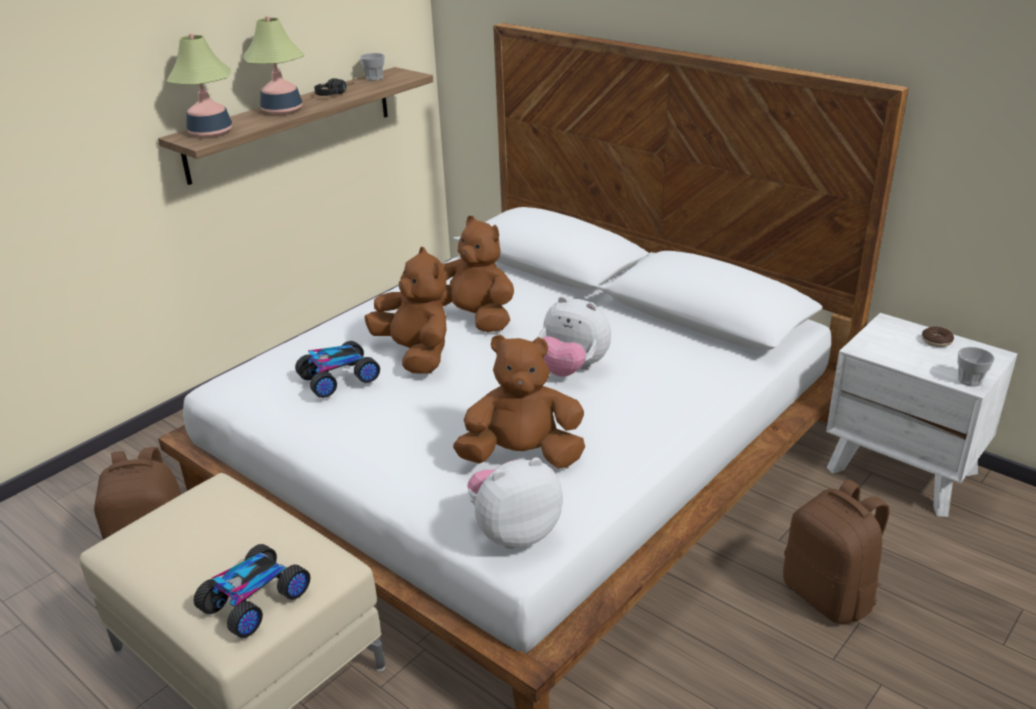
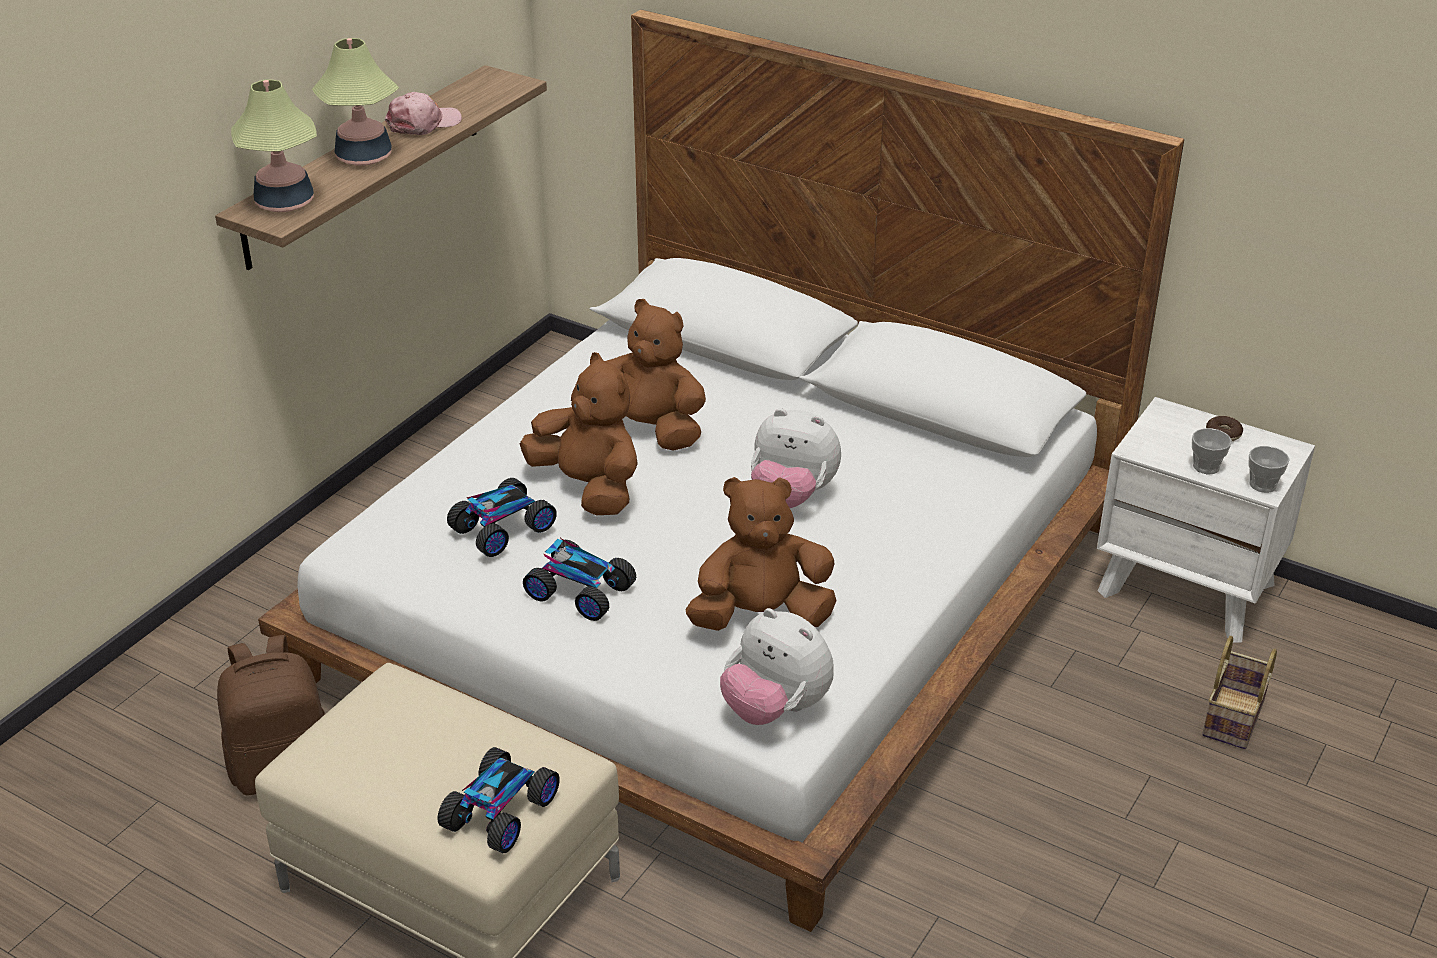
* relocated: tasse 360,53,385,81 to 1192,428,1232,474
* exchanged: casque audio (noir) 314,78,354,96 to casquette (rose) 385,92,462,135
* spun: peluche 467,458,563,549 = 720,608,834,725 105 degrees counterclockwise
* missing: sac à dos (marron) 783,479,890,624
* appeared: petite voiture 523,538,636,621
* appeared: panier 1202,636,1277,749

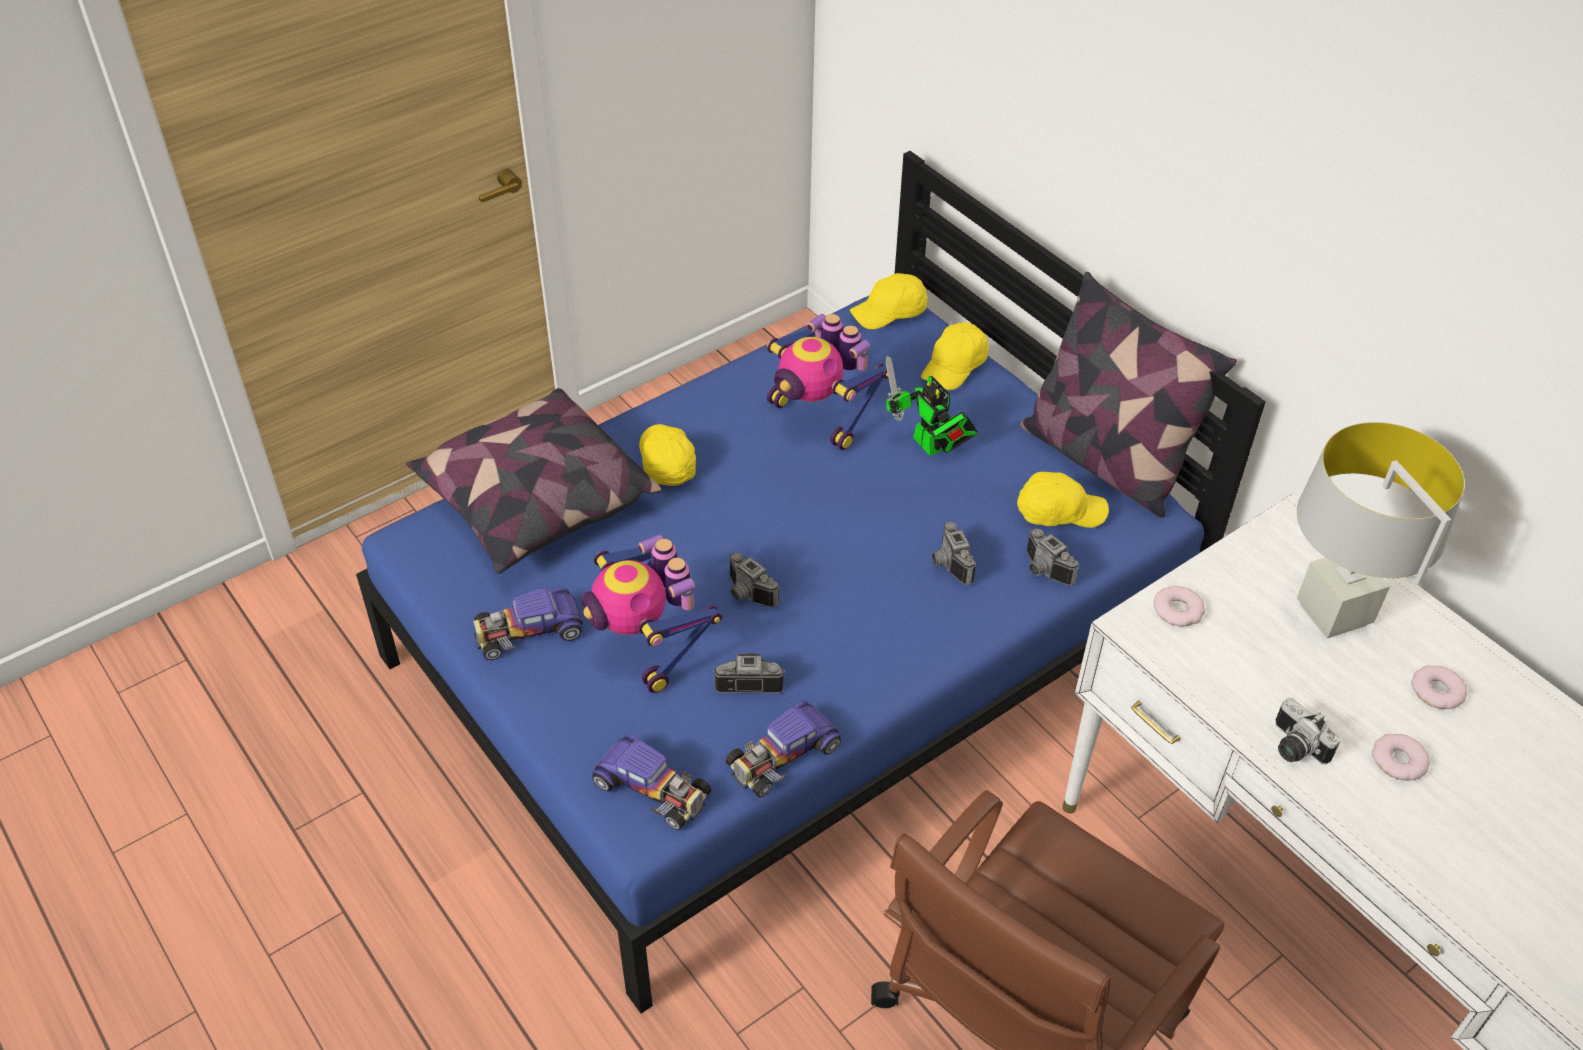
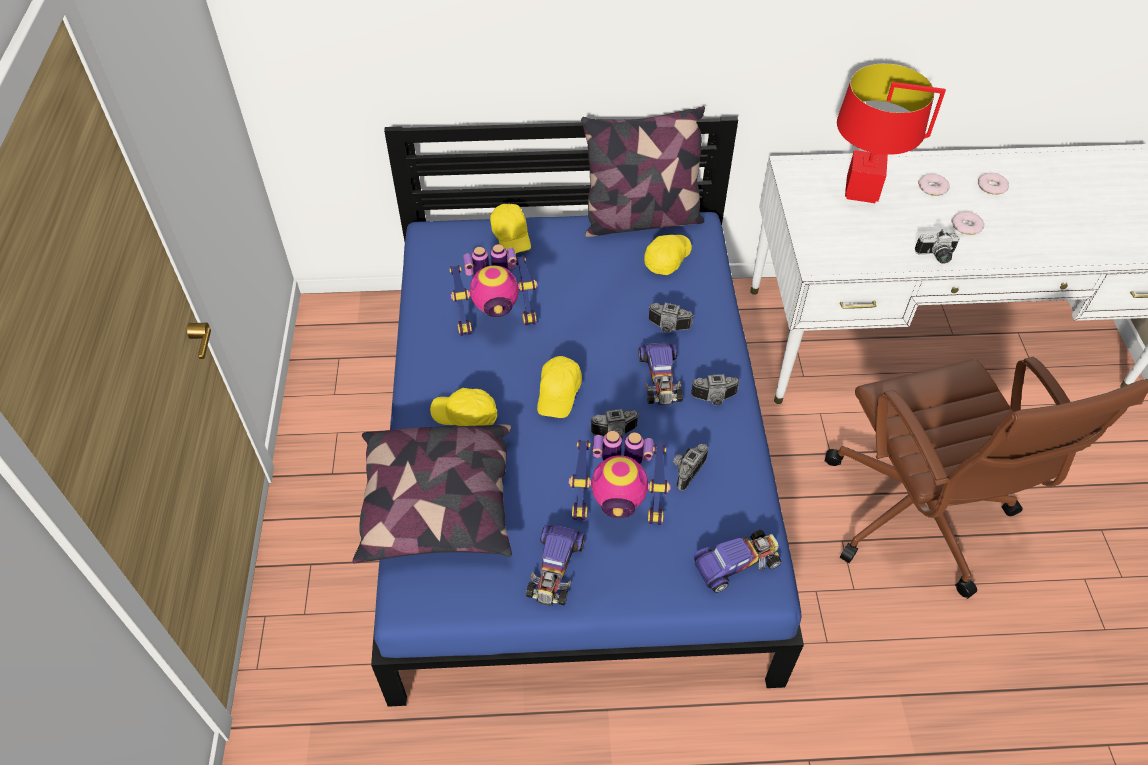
* relocated: casquette (jaune) 850,273,928,330 to 537,356,582,418
* missing: robot jouet 885,356,978,456
* colour: lampe de table (gris) 1297,422,1465,638 to lampe de table (rouge) 837,64,946,203
* relocated: appareil photo 1027,528,1079,585 to 691,374,740,405
* relocated: beignet 1154,586,1205,627 to 978,173,1009,195
* relocated: petite voiture 725,701,841,798 to 639,343,683,405

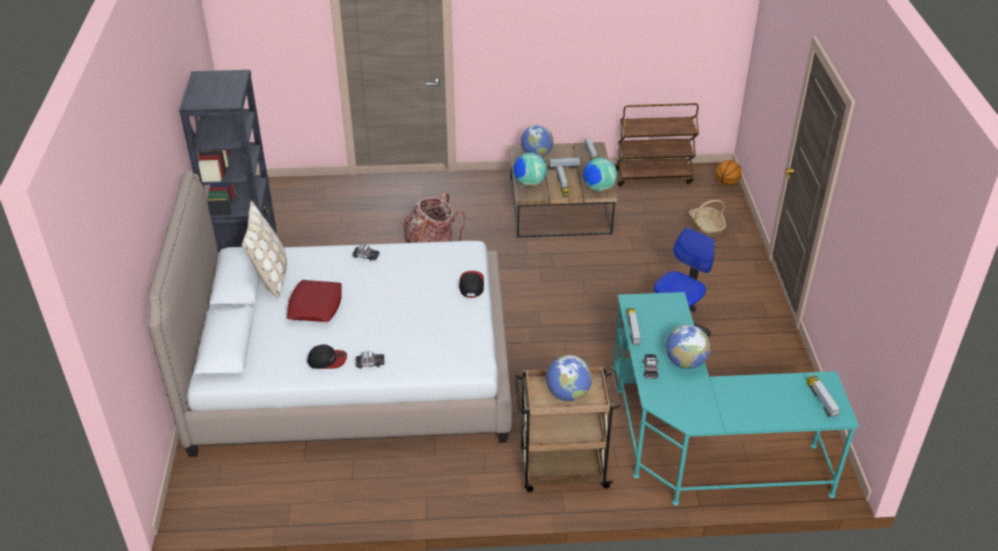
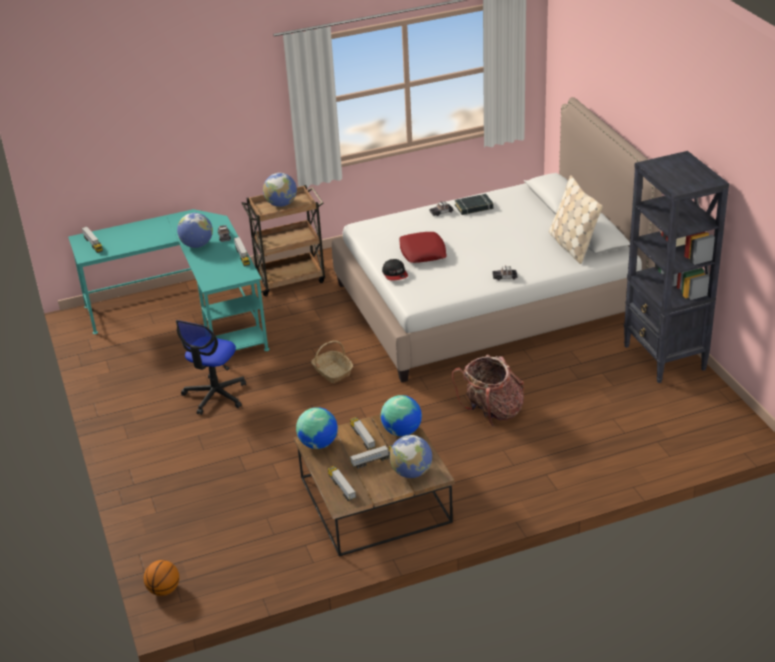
* missing: chariot (marron) 615,103,699,186
* relocated: panier 689,200,726,236 to 311,341,353,383
* relocated: coussin (rouge) 287,280,342,322 to 400,232,447,263
* exchanged: casquette 307,344,347,369 to livre (noir) 455,194,493,215

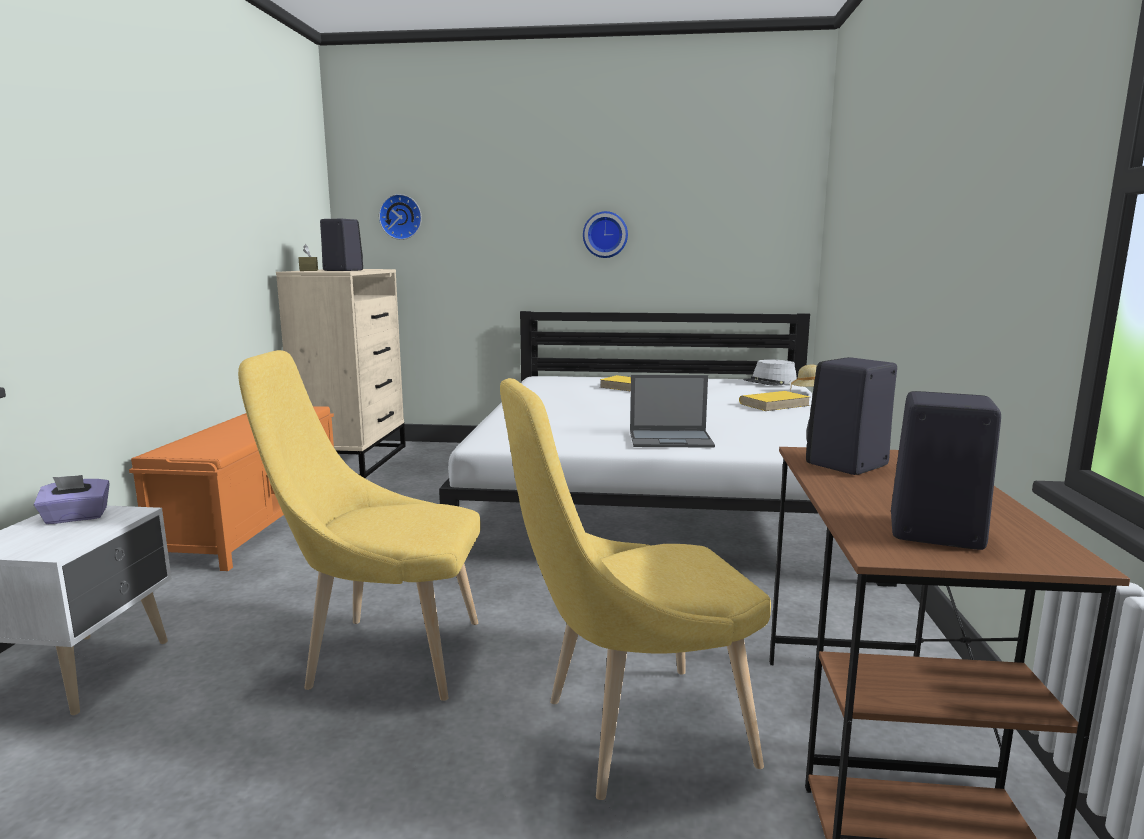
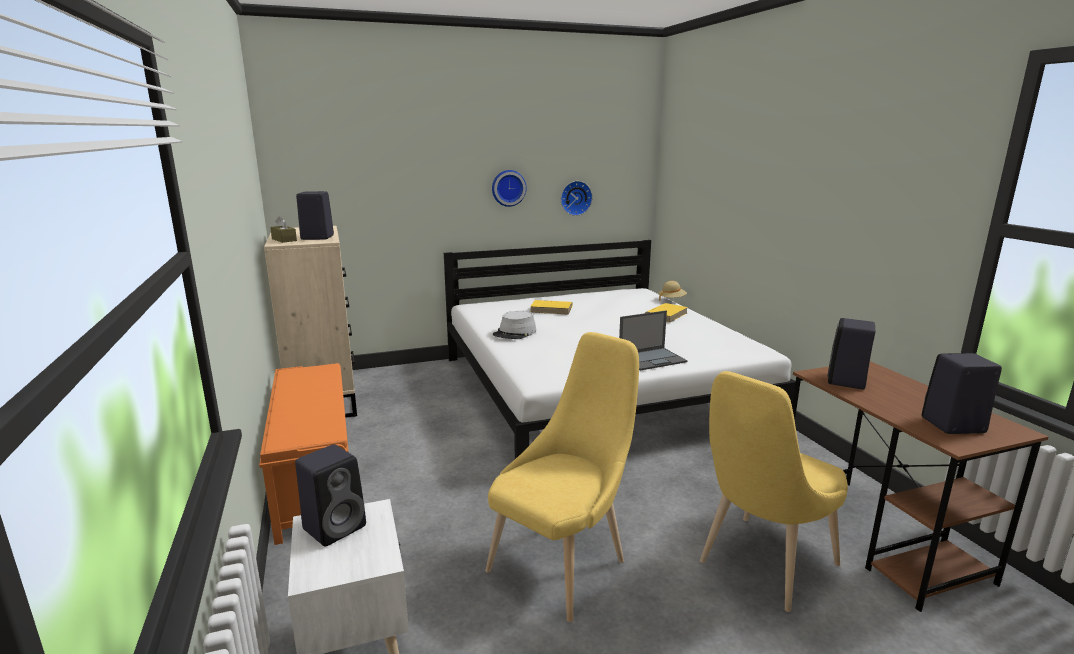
* relocated: horloge murale 379,194,422,240 to 561,181,593,216
* spun: chaise (jaune) 238,350,481,701 = 485,332,639,622 150 degrees clockwise
* relocated: chapeau (gris) 744,360,797,386 to 493,311,536,339
* exchanged: boîte à mouchoirs (violet) 34,475,110,524 to enceinte (noir) 295,444,366,547

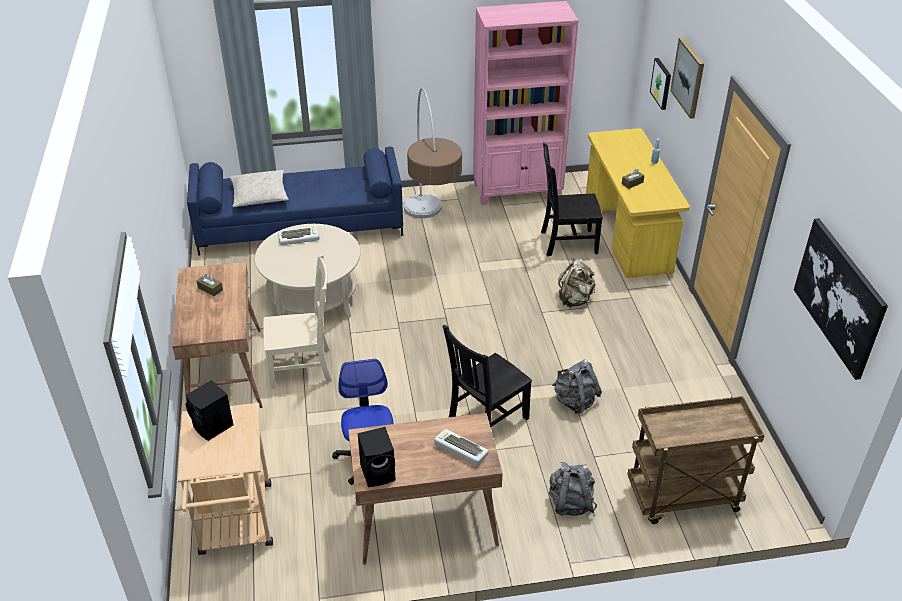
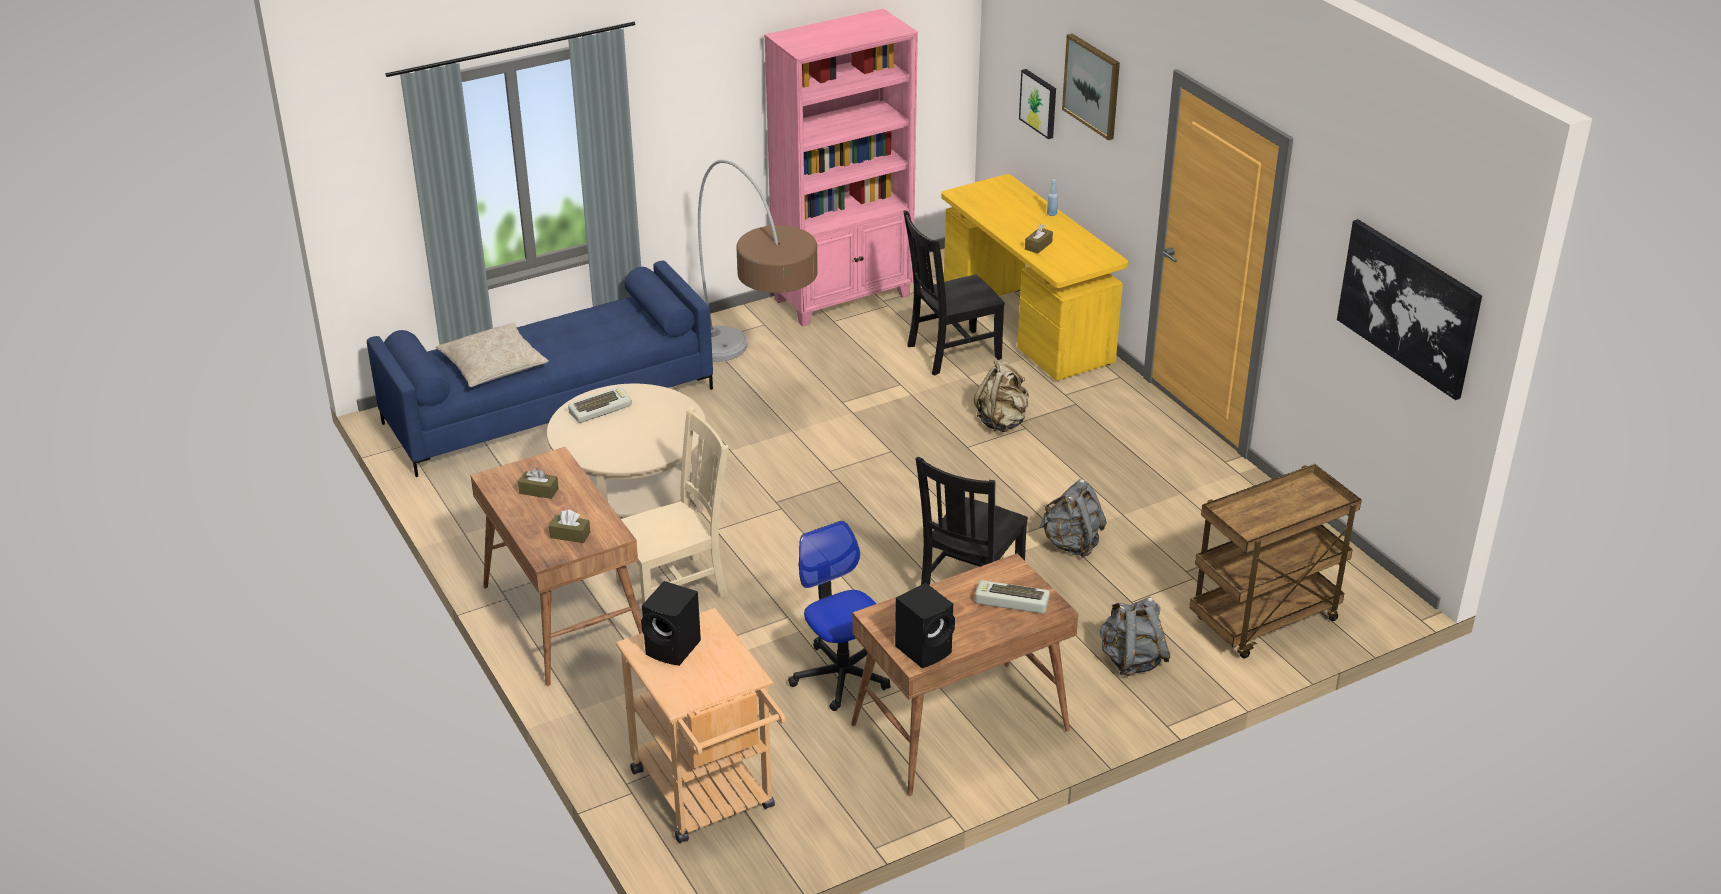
* appeared: boîte à mouchoirs (marron) 549,510,590,543

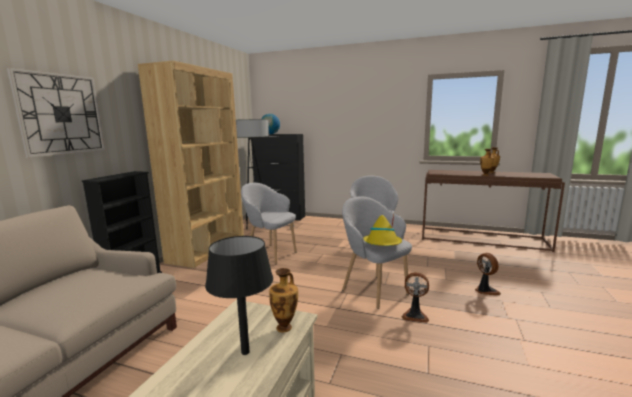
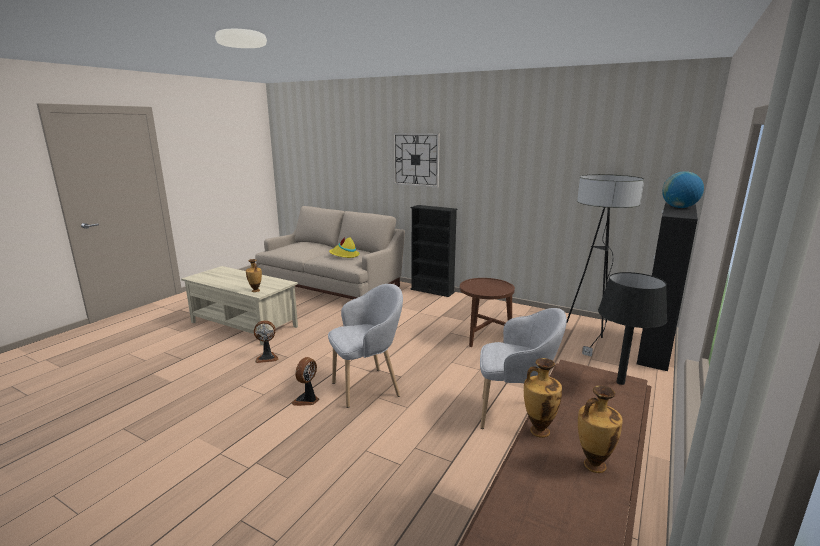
* missing: bibliothèque (marron) 138,61,244,268
* exchanged: fauteuil (gris) 241,183,297,264 to table d'appoint (marron) 460,278,515,347
* relocated: chapeau (jaune) 363,215,402,246 to 329,237,360,258
* relocated: lampe de table (noir) 205,236,273,355 to 598,272,667,385
* relocated: ventilateur 475,253,501,295 to 254,320,278,363

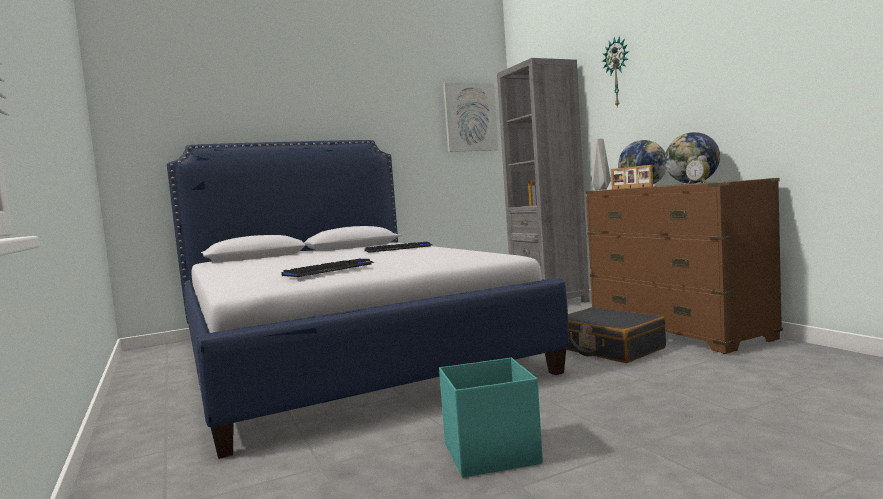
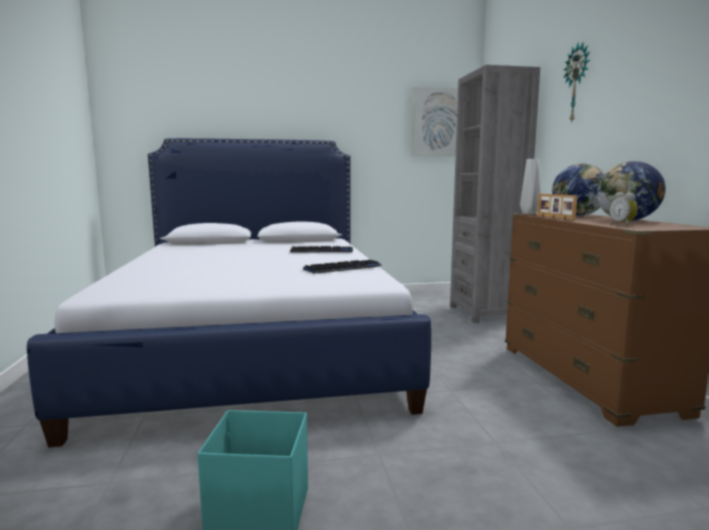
* relocated: clavier 281,259,375,277 to 303,260,382,274
* missing: valise (noir) 566,307,666,363

